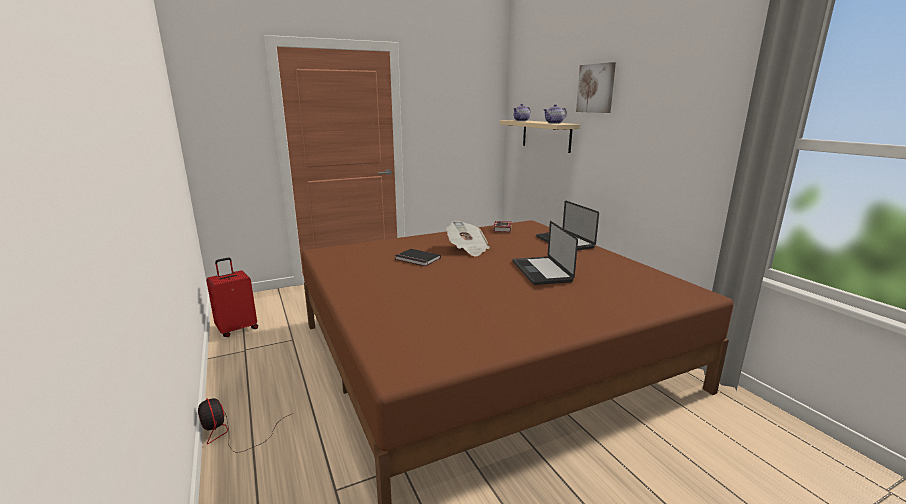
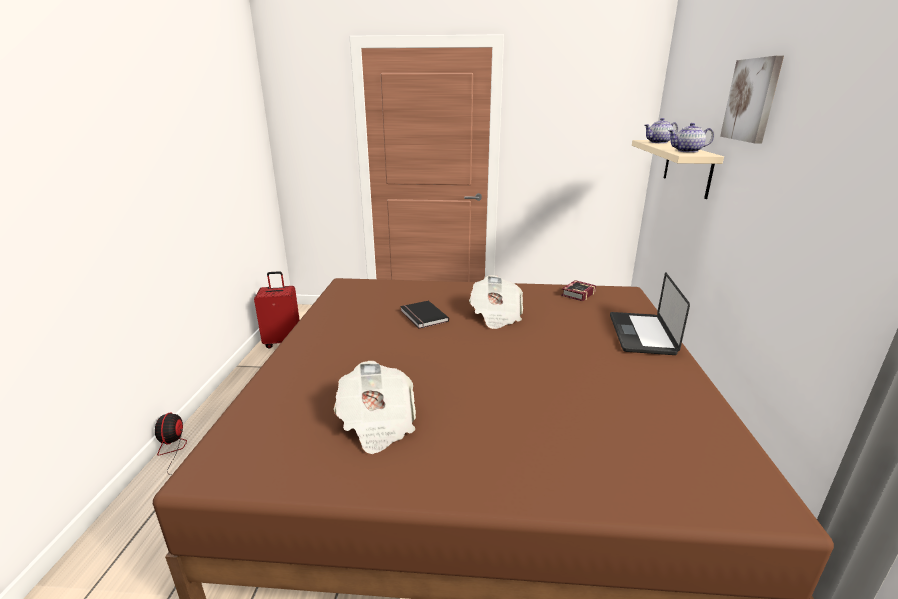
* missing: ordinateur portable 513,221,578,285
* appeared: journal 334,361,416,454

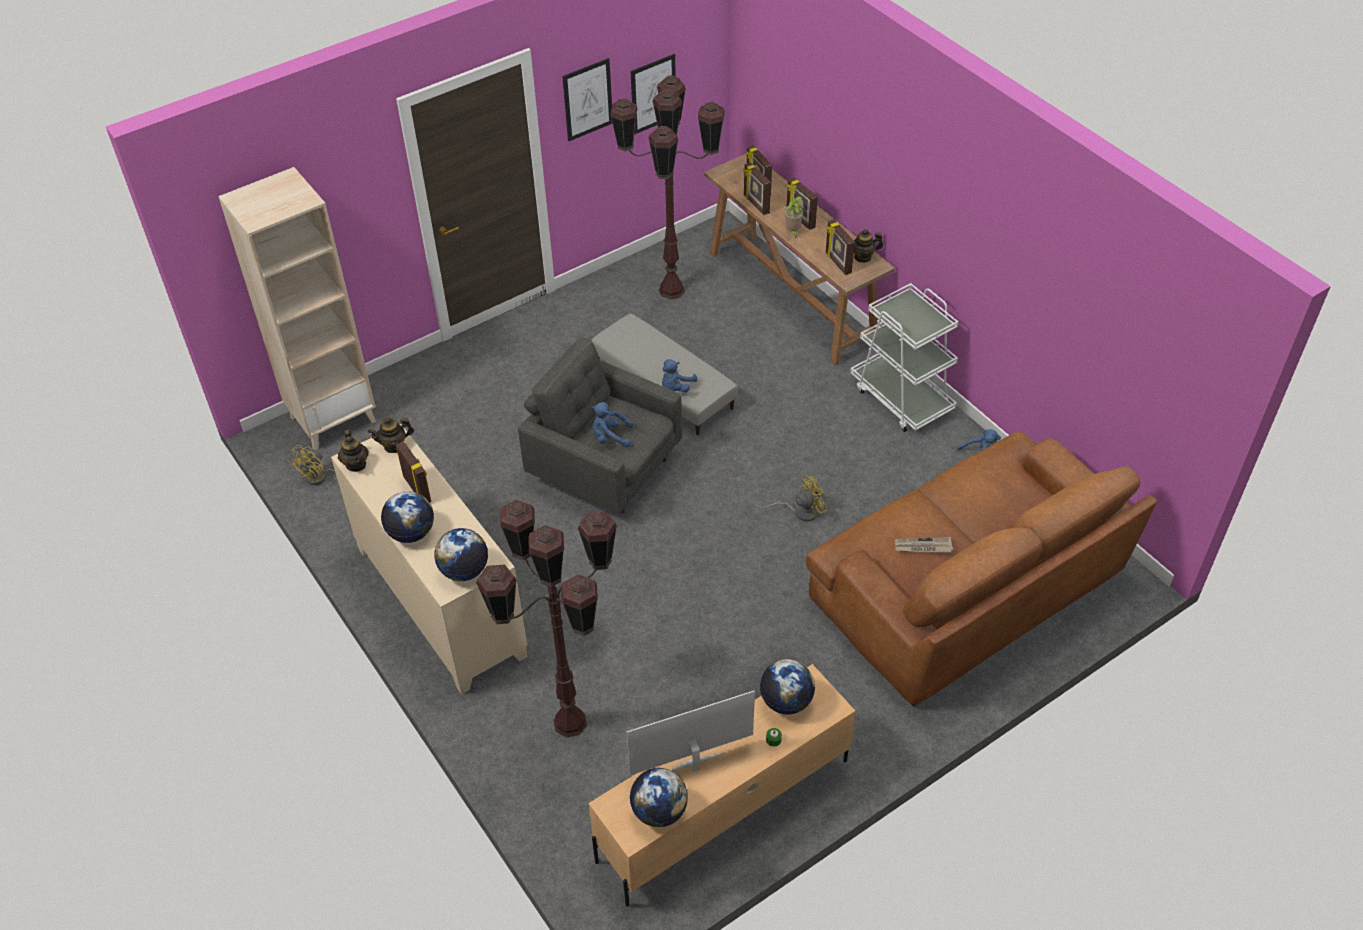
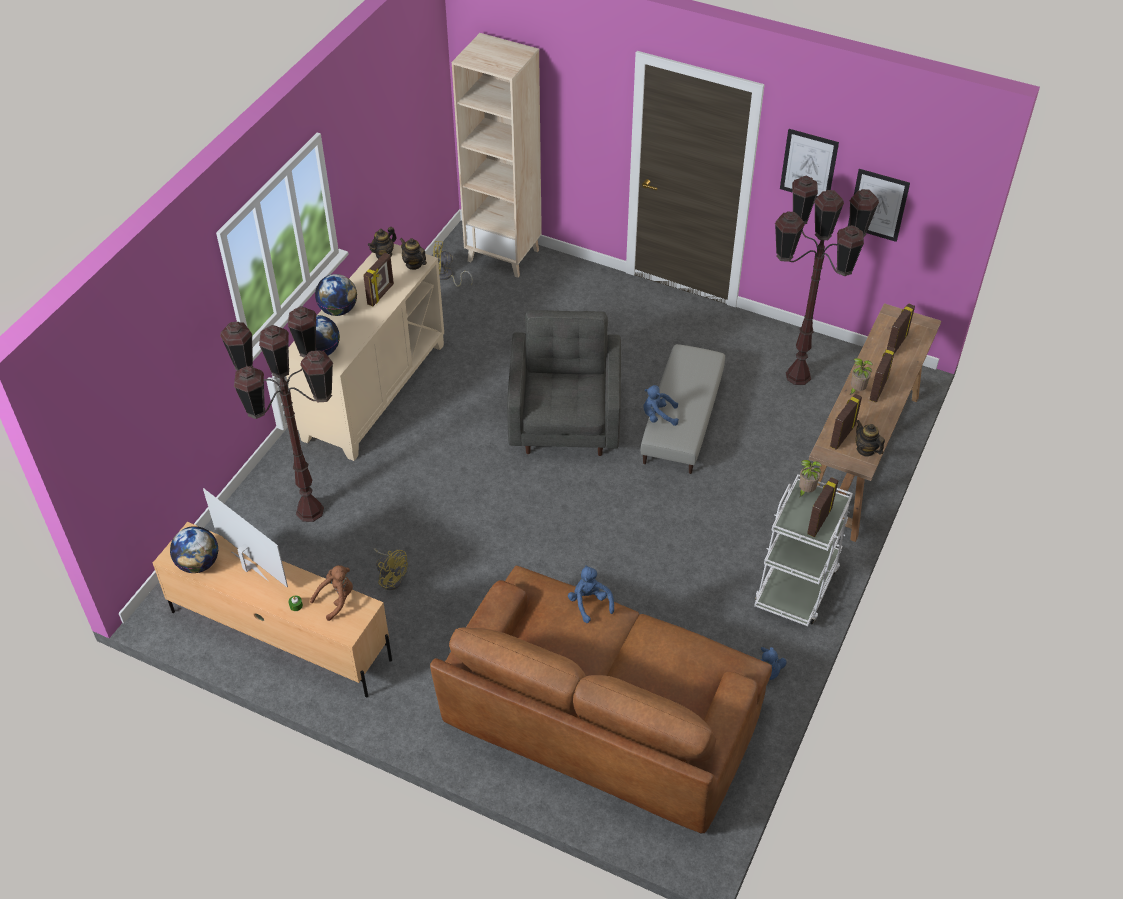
* relocated: cadre photo 743,162,771,215 to 807,477,839,537
* relocated: peluche (bleu) 591,402,633,447 to 568,565,614,623
* relocated: ventilateur (jaune) 765,475,828,522 to 374,548,408,590
* missing: journal 895,537,953,552
* exchanged: globe 760,659,815,715 to peluche (marron) 310,565,353,621
* appeared: plante en pot 799,460,822,497

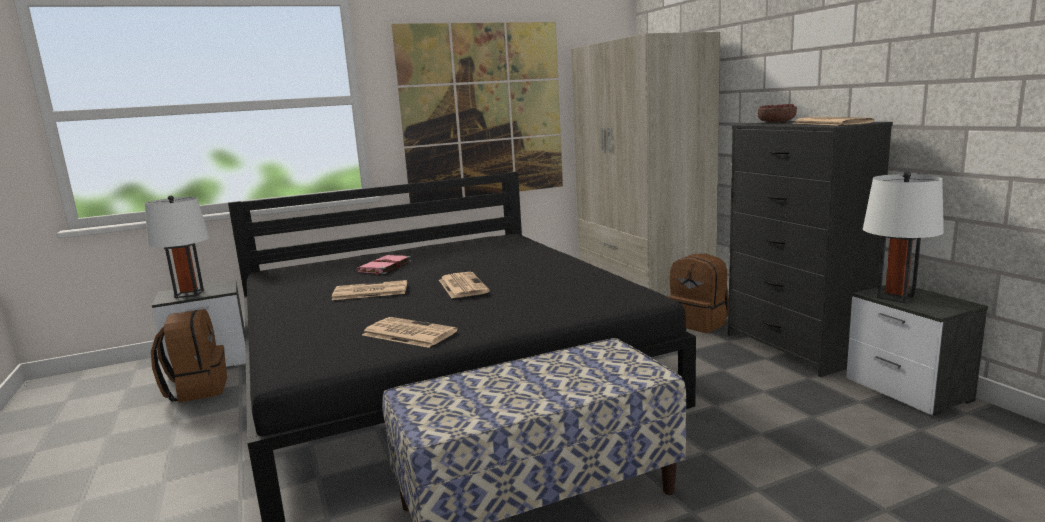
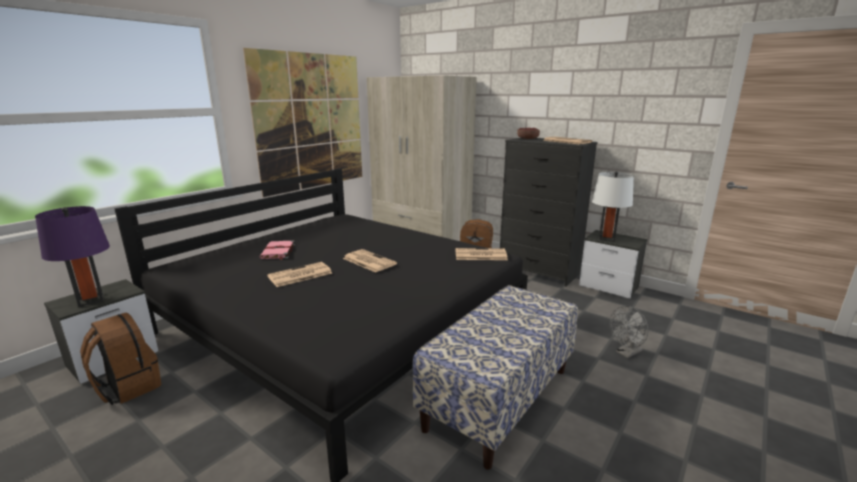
* colour: lampe de table (blanc) 145,195,210,298 to lampe de table (violet) 35,206,110,307
* relocated: journal 362,317,458,348 to 456,248,508,260
* appeared: ventilateur (gris) 610,306,648,358

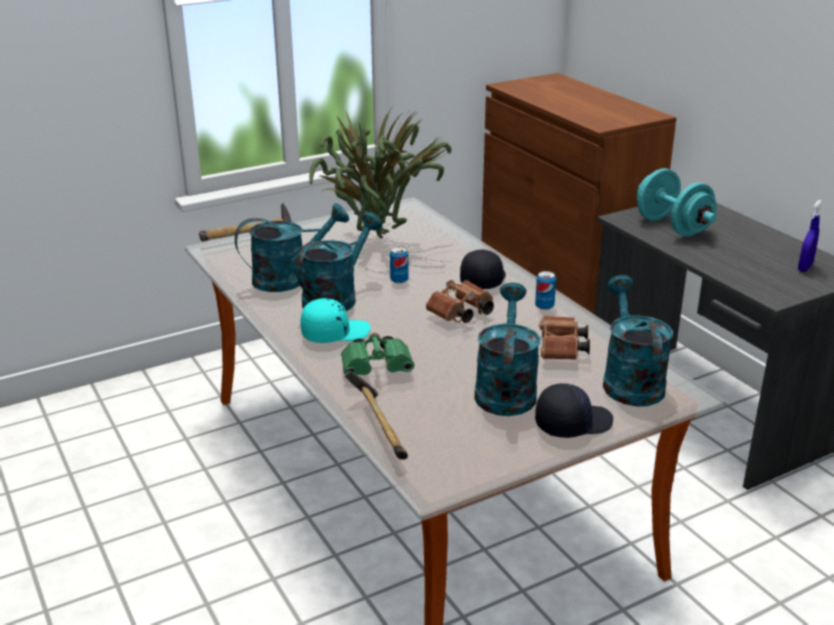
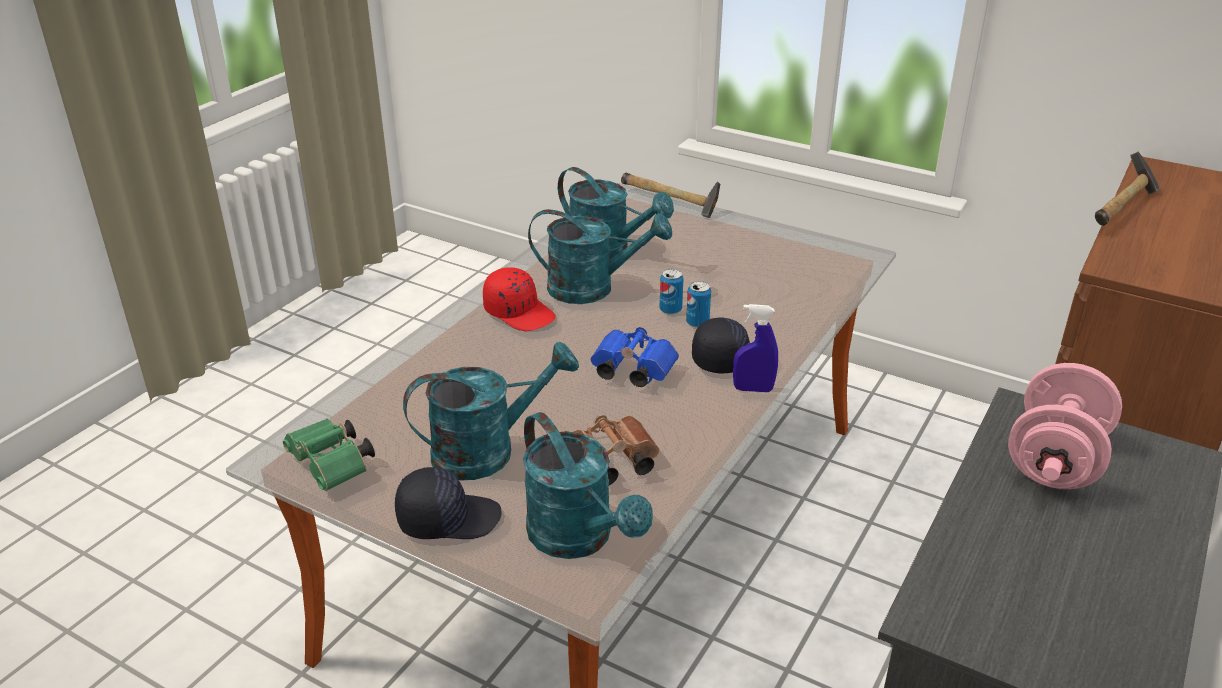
* missing: plante en pot 309,105,451,238
* colour: haltère (turquoise) 637,168,717,236 to haltère (rose) 1008,363,1122,489
* relocated: vaporisateur (bleu) 798,200,823,272 to 733,304,778,392
* relocated: boîte métallique 535,271,556,310 to 686,281,711,328
* spun: arrosoir (turquoise) 603,275,673,407 = 523,412,653,559 90 degrees clockwise
* colour: jumelles (marron) 426,280,494,323 to jumelles (bleu) 591,327,679,387
* colour: casquette (turquoise) 301,298,371,343 to casquette (rouge) 483,267,556,331
* relocated: jumelles (vert) 341,333,415,375 to 283,418,375,491
* relocated: marteau 344,370,408,460 to 1095,151,1160,226
* spun: casquette (noir) 535,383,613,438 = 395,467,502,539 45 degrees counterclockwise

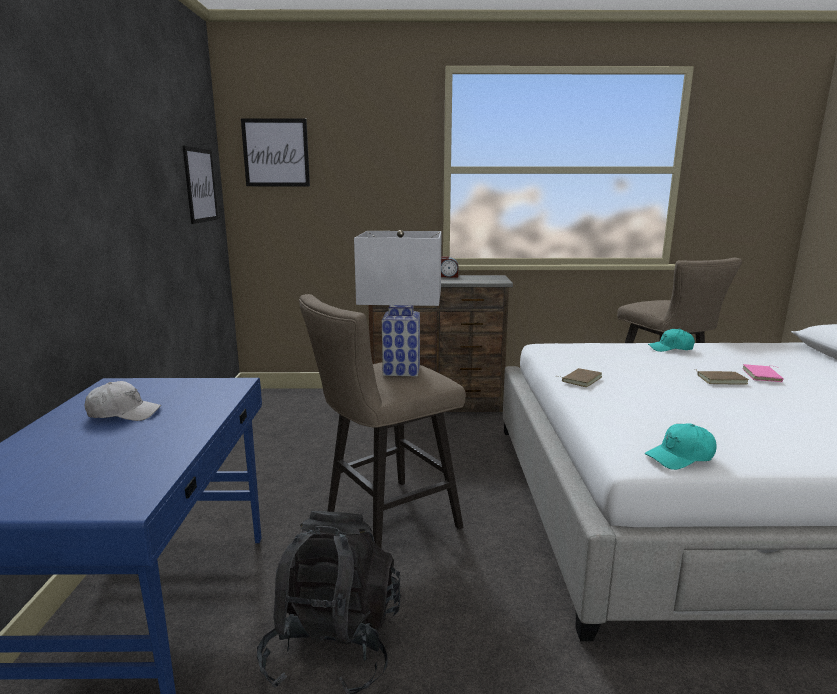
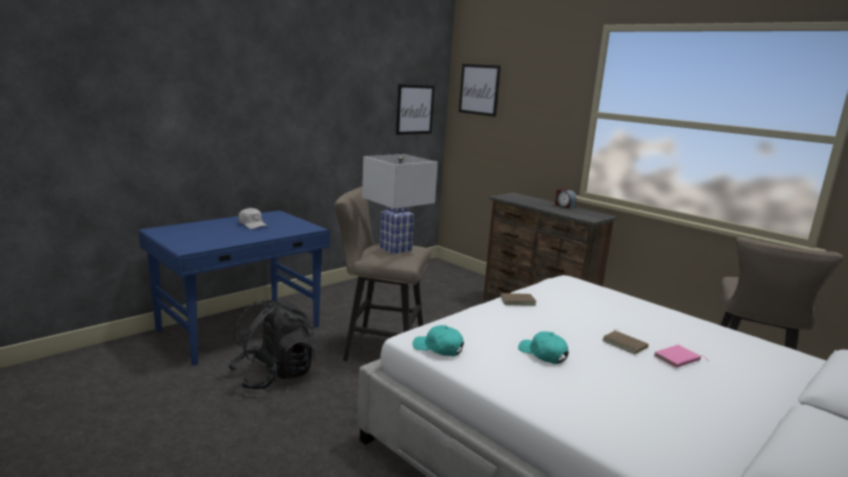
* relocated: casquette (turquoise) 648,329,695,352 to 518,332,569,364

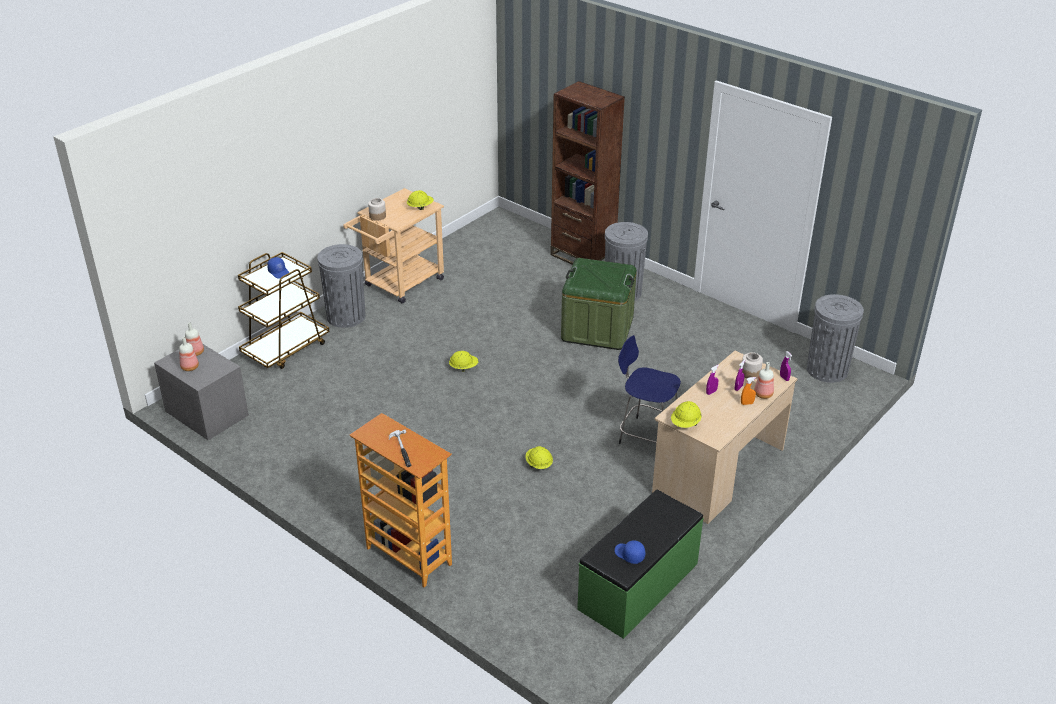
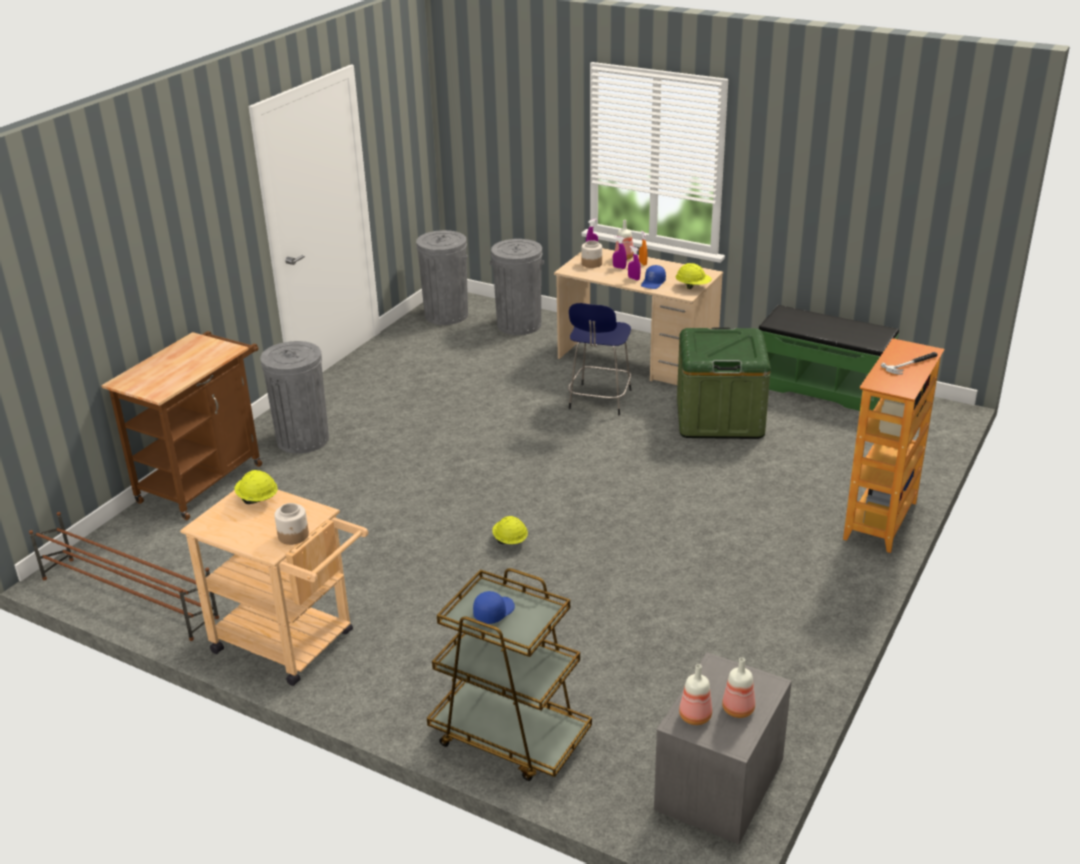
* exchanged: bibliothèque (marron) 550,81,625,265 to chariot (marron) 101,331,262,520
* relocated: poubelle (gris) 317,244,366,328 to 490,239,544,335
* relocated: boîte de rangement (vert) 561,258,637,350 to 677,327,771,439
* missing: casque de chantier (jaune) 525,446,553,469
* relocated: casquette (bleu) 615,540,645,564 to 641,265,666,289
* appeared: étagère à chaussures (marron) 29,512,219,641

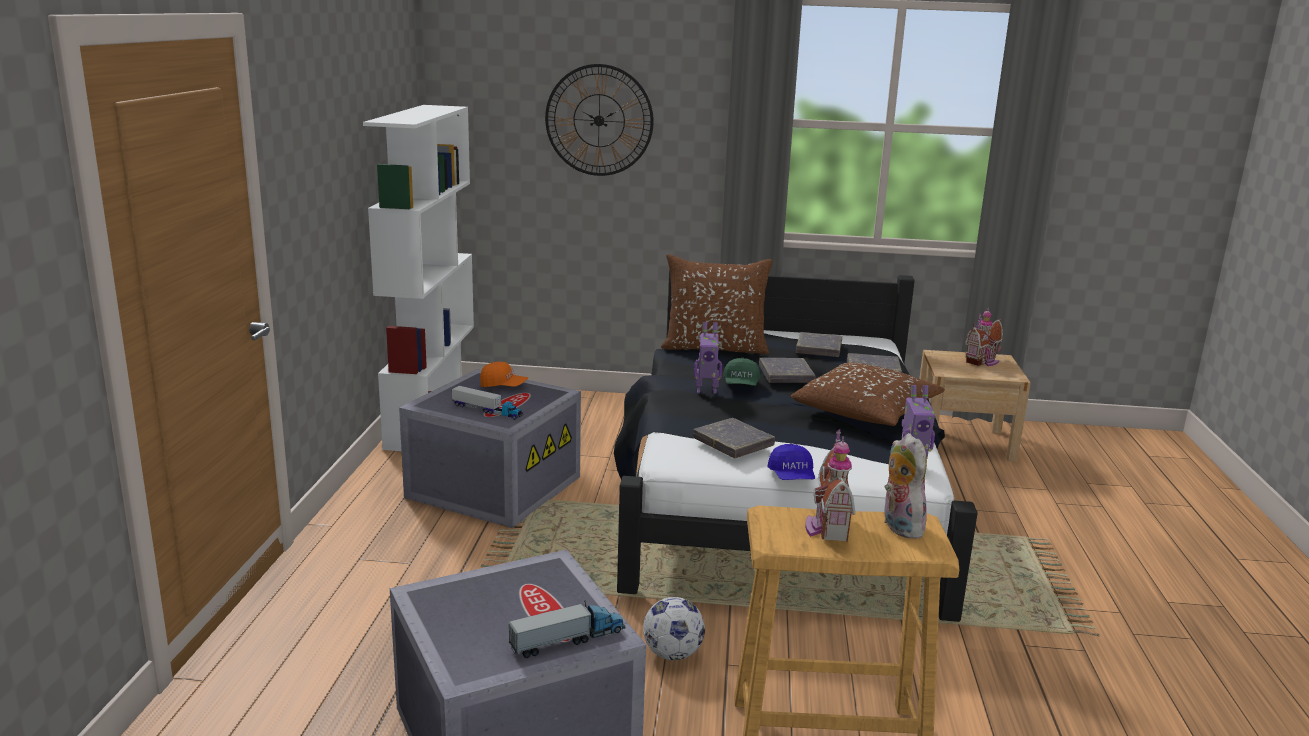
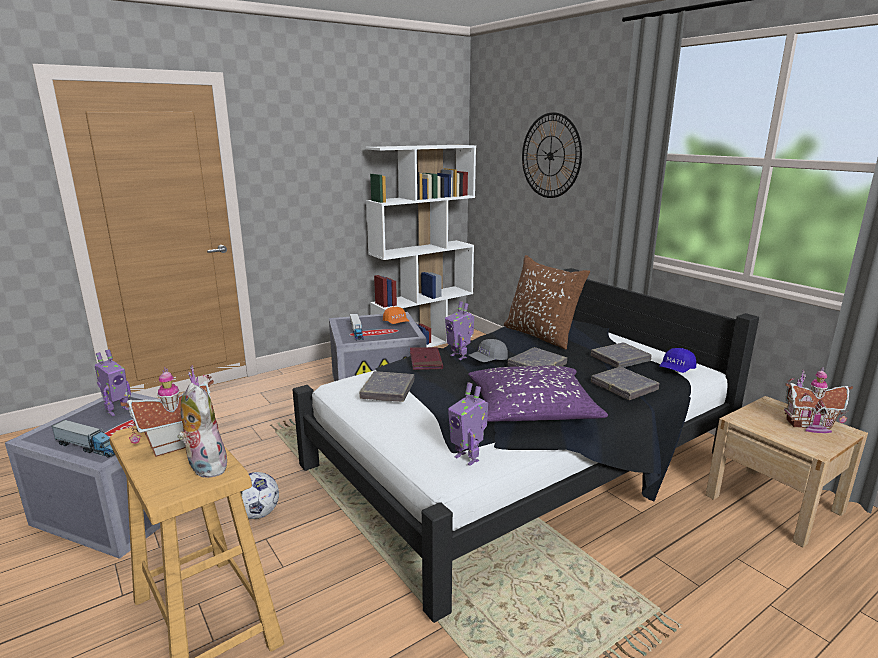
* colour: casquette (vert) 723,358,760,386 to casquette (gris) 469,339,508,362
* colour: coussin (marron) 791,362,945,426 to coussin (violet) 468,366,608,422
* spun: peluche 883,433,928,539 = 177,383,227,478 75 degrees counterclockwise
* relocated: casquette (bleu) 767,444,815,480 to 660,348,696,373
* appeared: livre (rouge) 410,347,443,370
* appeared: robot jouet 95,349,131,416

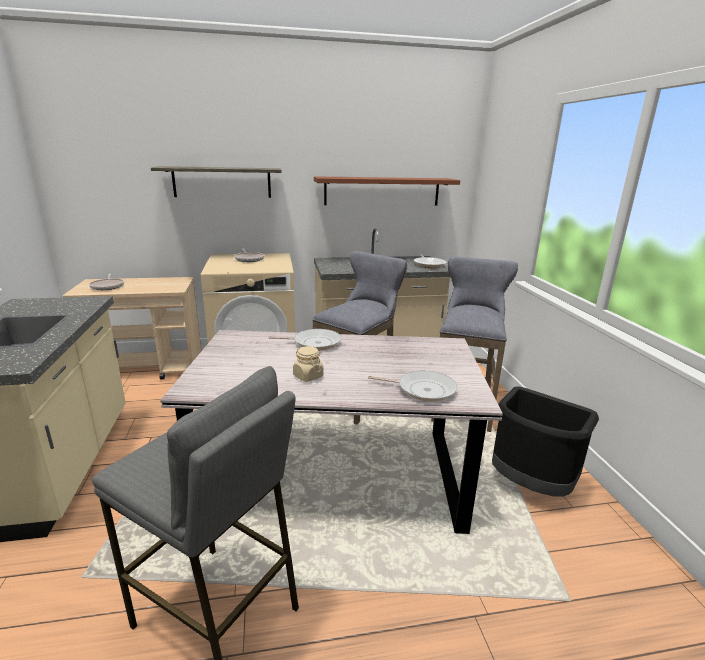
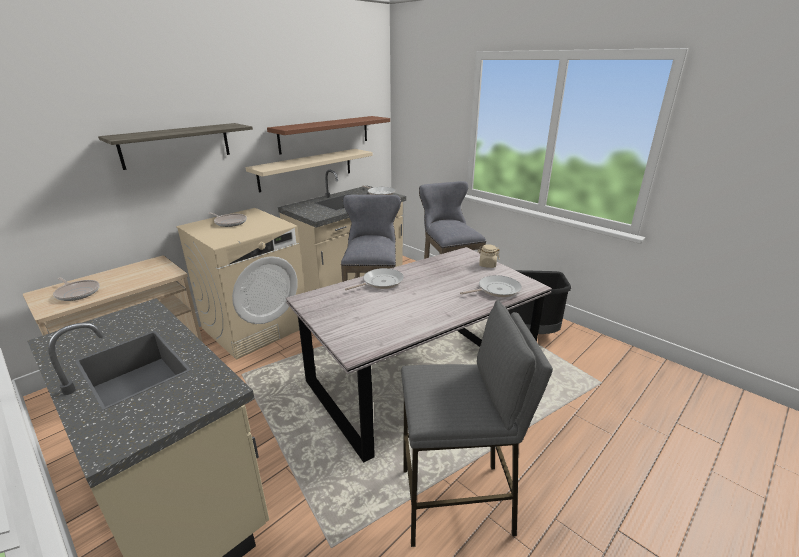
* relocated: bocal (beige) 293,346,323,382 to 478,244,499,268
* appeared: étagère (beige) 245,149,373,193

